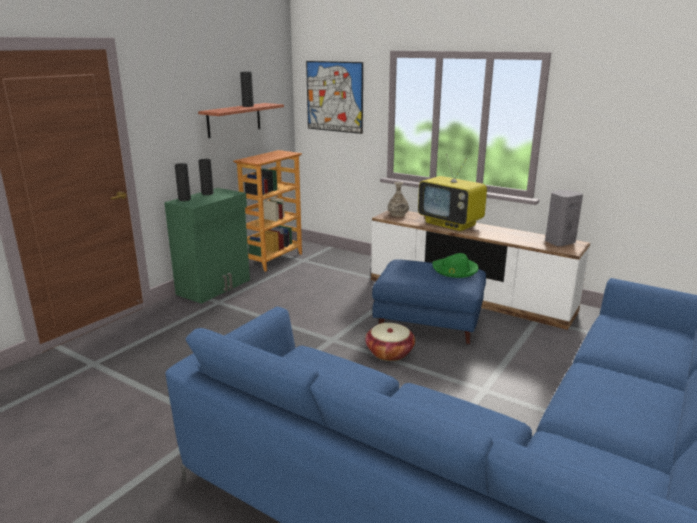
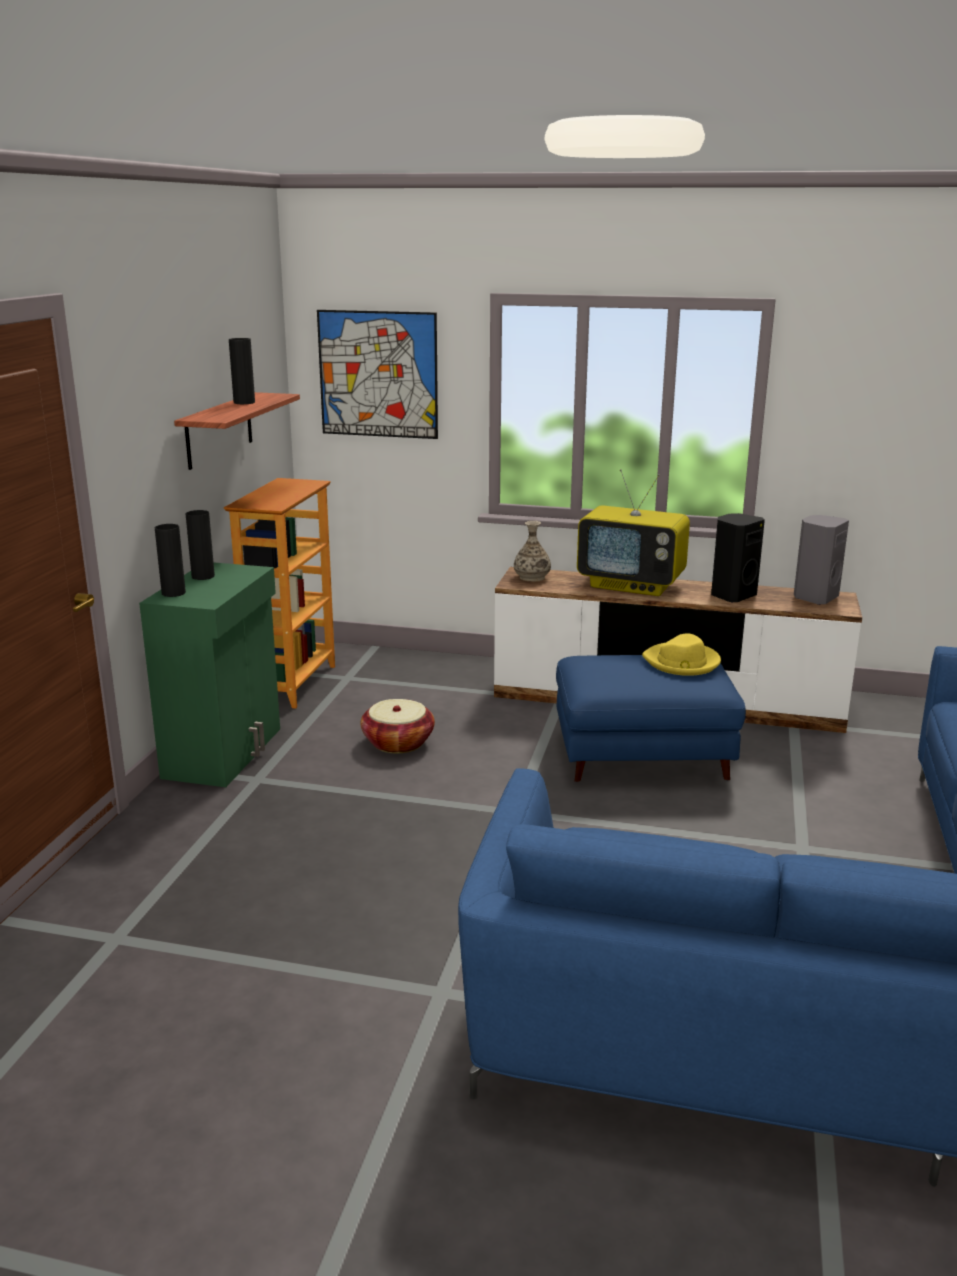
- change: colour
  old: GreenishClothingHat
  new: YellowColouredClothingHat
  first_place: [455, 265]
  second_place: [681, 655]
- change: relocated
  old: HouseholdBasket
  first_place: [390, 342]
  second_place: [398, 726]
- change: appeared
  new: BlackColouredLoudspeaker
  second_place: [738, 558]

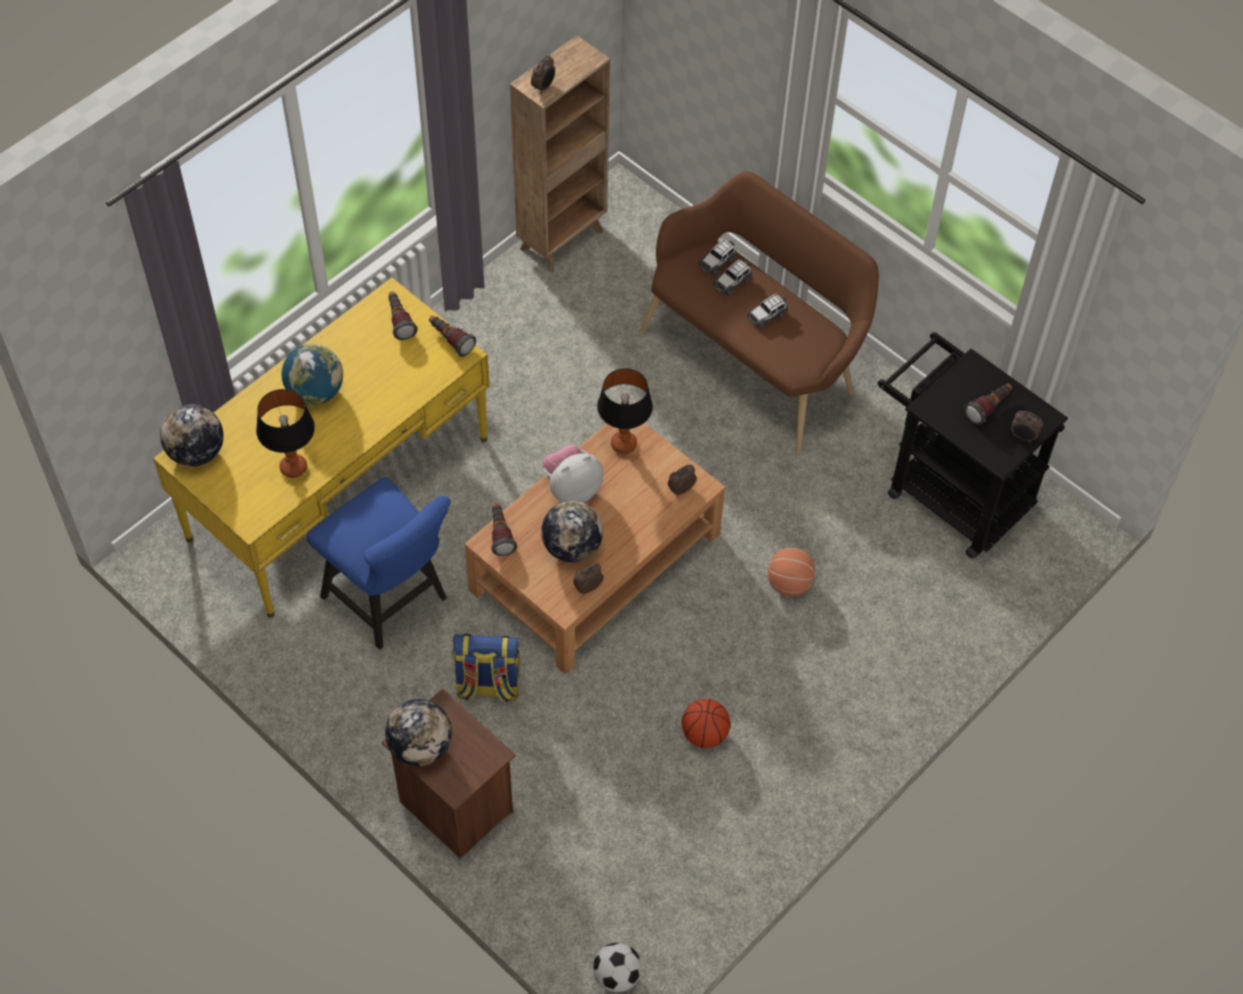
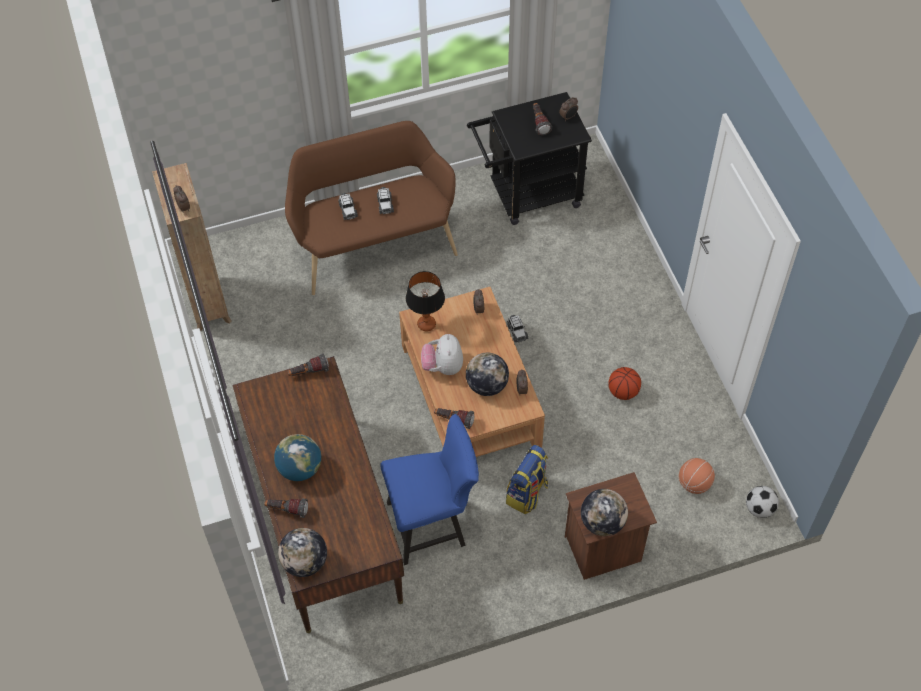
- change: relocated
  old: MiniatureCar
  first_place: [717, 257]
  second_place: [517, 328]
- change: colour
  old: YellowColouredDesk
  new: BrownishDesk
  first_place: [321, 447]
  second_place: [318, 494]
- change: relocated
  old: Flashlight
  first_place: [402, 315]
  second_place: [286, 508]
- change: missing
  old: TableLamp
  first_place: [285, 433]
- change: relocated
  old: Basketball
  first_place: [791, 572]
  second_place: [697, 476]

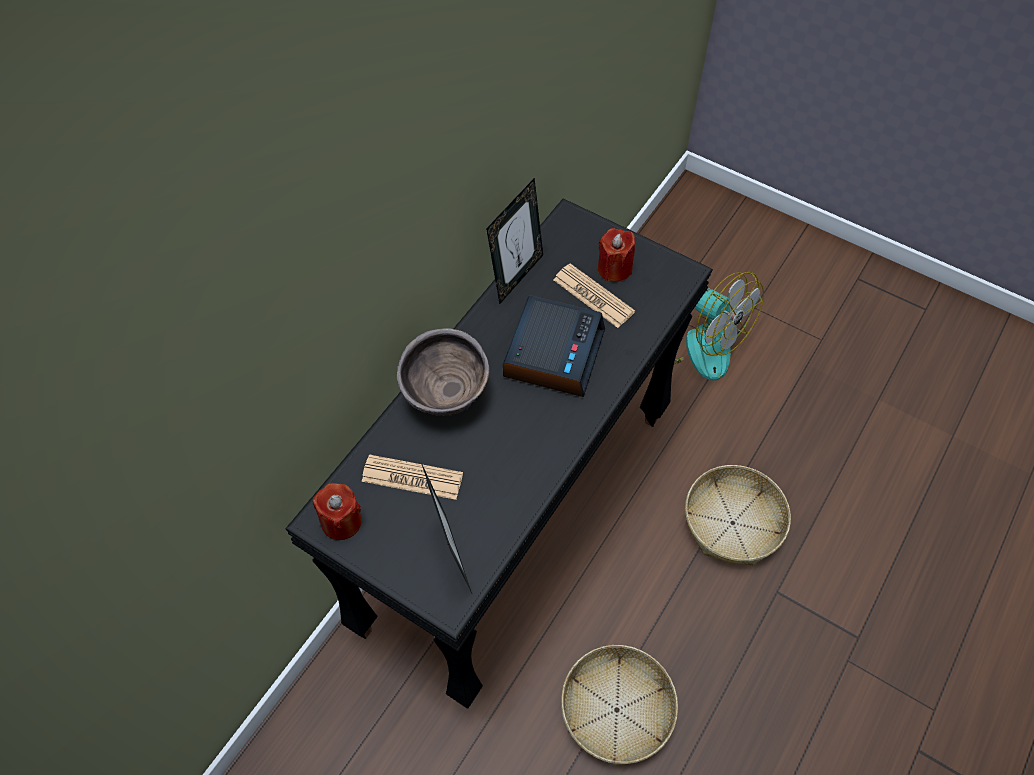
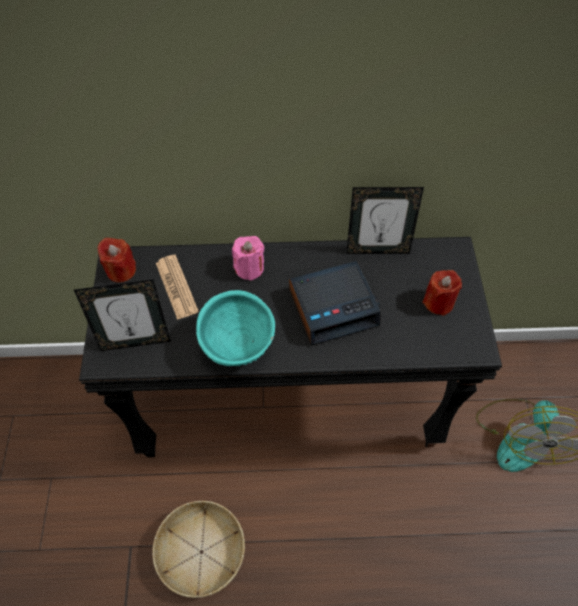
- change: missing
  old: DailyPaper
  first_place: [594, 295]
- change: exchanged
  old: BrownishDeepDish
  new: PinkishWaxCandle
  first_place: [443, 372]
  second_place: [248, 258]
- change: spun
  old: PictureFrame
  first_place: [446, 528]
  second_place: [122, 315]
  degrees: 45
- change: missing
  old: HouseholdBasket
  first_place: [738, 515]
- change: appeared
  new: TurquoiseColouredDeepDish
  second_place: [235, 328]

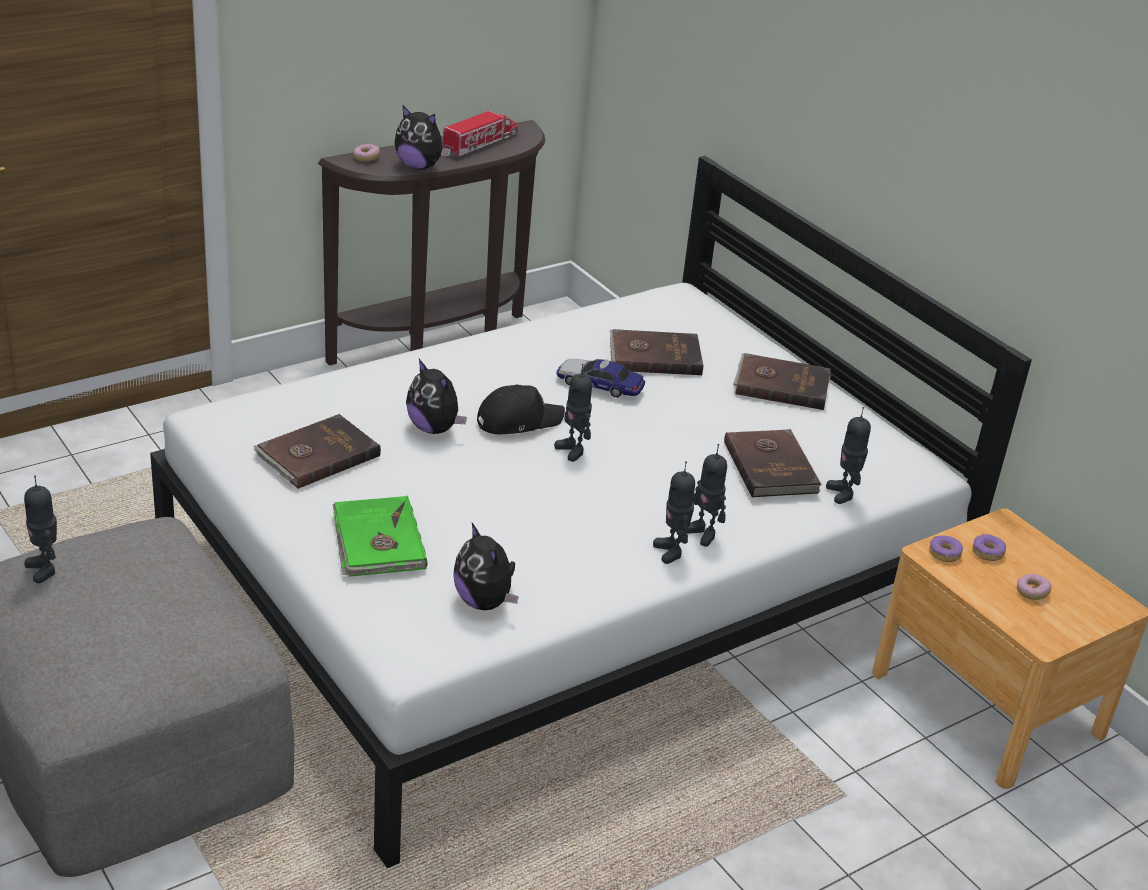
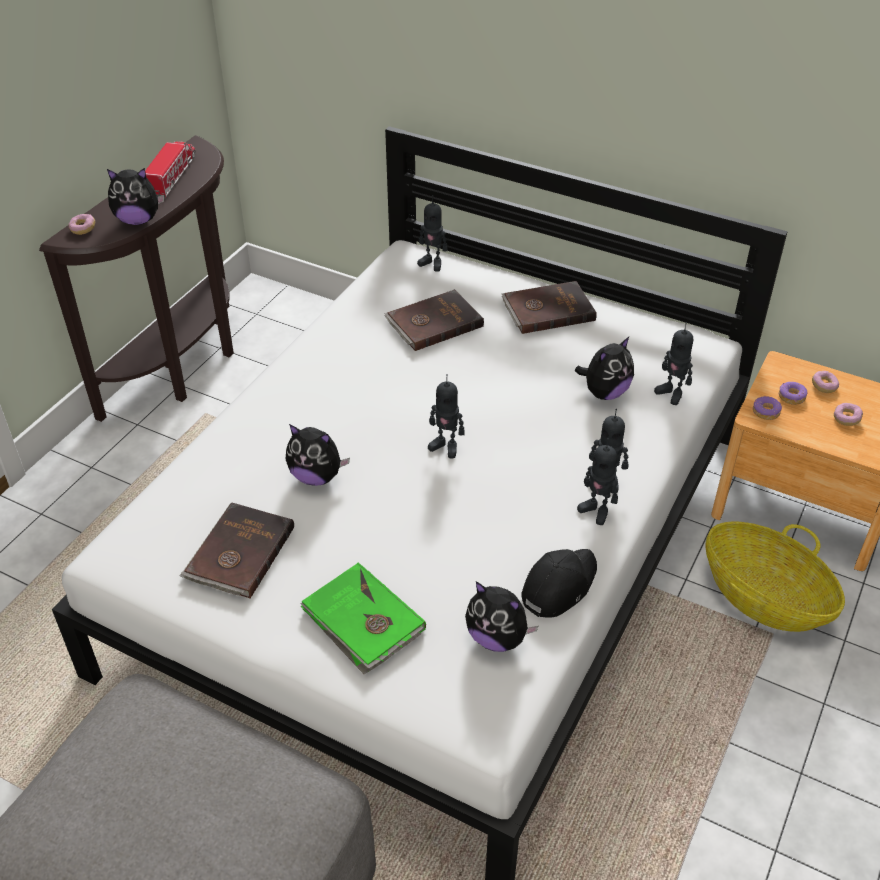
- change: missing
  old: MiniatureCar
  first_place: [600, 378]
- change: relocated
  old: BlackColouredPeakedCap
  first_place: [521, 409]
  second_place: [559, 583]
- change: exchanged
  old: BrownishBoundBook
  new: CuddlyToy
  first_place: [773, 463]
  second_place: [604, 368]
- change: relocated
  old: ToyRobot
  first_place: [40, 530]
  second_place: [432, 233]
- change: appeared
  new: Doughnut
  second_place: [825, 382]
- change: appeared
  new: HouseholdBasket
  second_place: [775, 577]

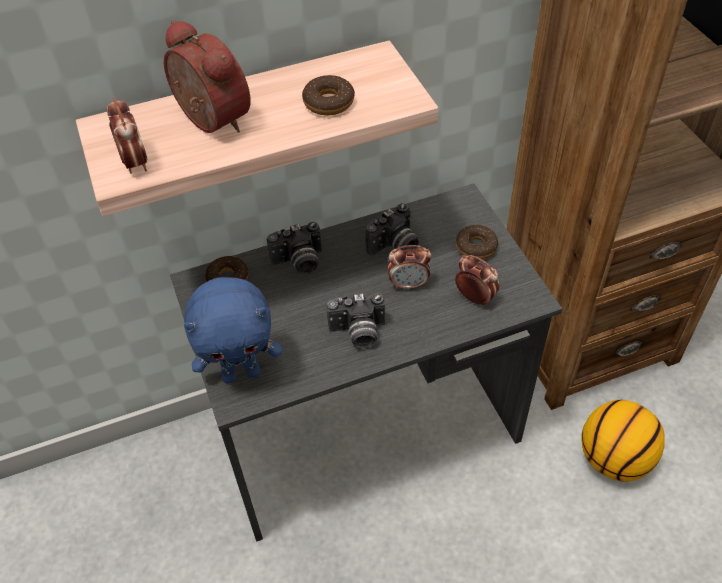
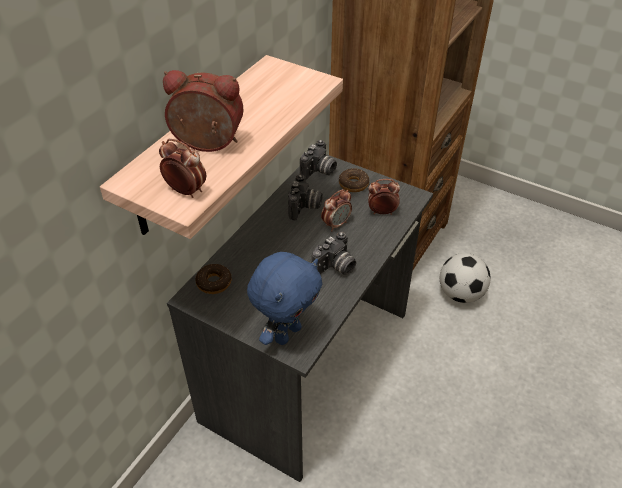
- change: missing
  old: Doughnut
  first_place: [328, 95]
- change: relocated
  old: StillCamera
  first_place: [294, 248]
  second_place: [318, 160]
- change: exchanged
  old: Basketball
  new: FootballBall
  first_place: [623, 441]
  second_place: [465, 278]

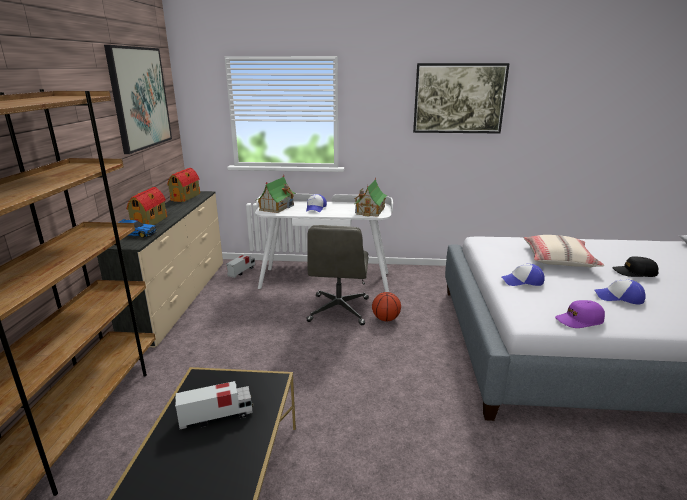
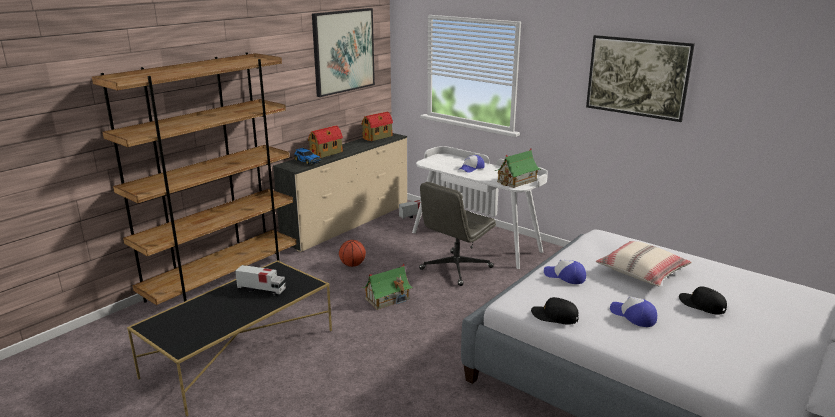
- change: relocated
  old: ModelHouse
  first_place: [276, 194]
  second_place: [387, 287]
- change: relocated
  old: Basketball
  first_place: [386, 306]
  second_place: [352, 253]
- change: colour
  old: PurpleColouredPeakedCap
  new: BlackColouredPeakedCap
  first_place: [580, 314]
  second_place: [555, 311]

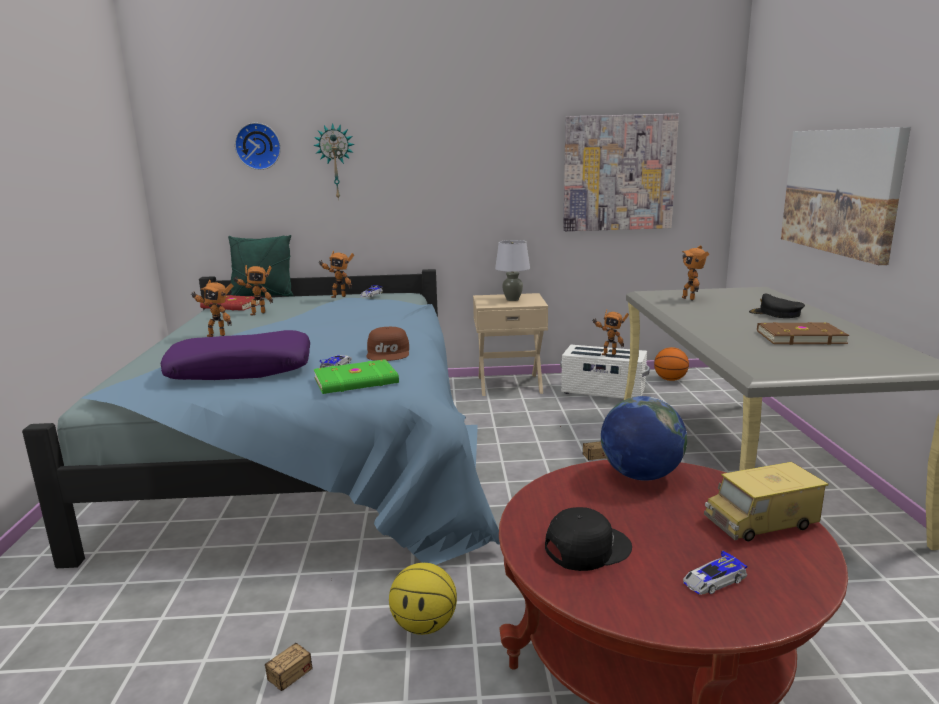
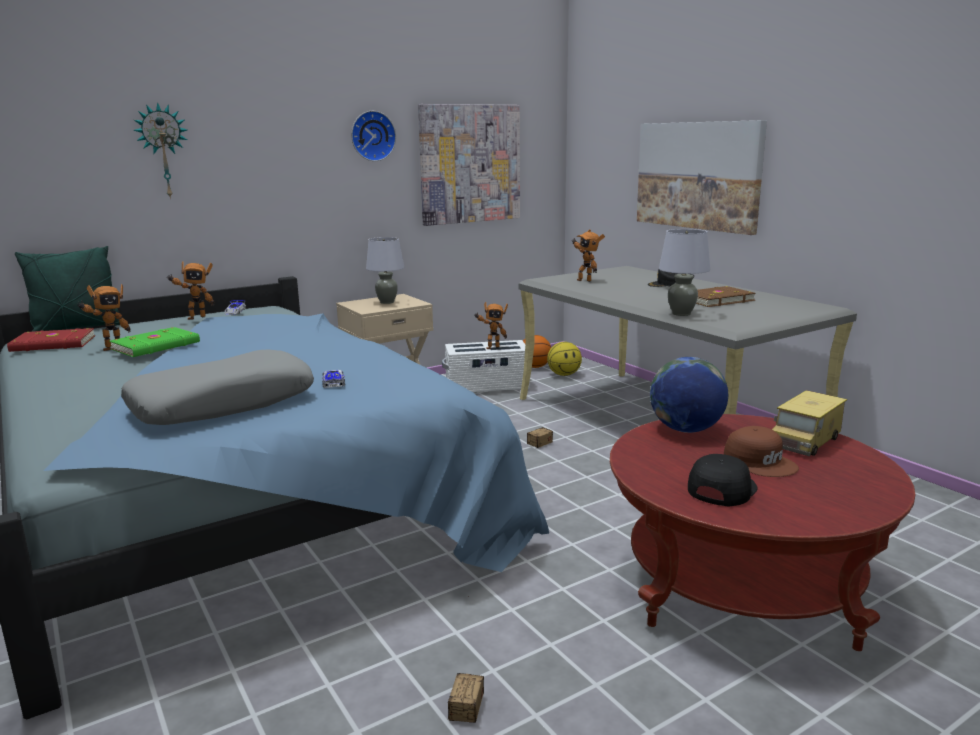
- change: relocated
  old: HangingClock
  first_place: [258, 146]
  second_place: [373, 136]
- change: missing
  old: ToyRobot
  first_place: [212, 308]
- change: relocated
  old: BrownishPeakedCap
  first_place: [387, 344]
  second_place: [761, 451]
- change: colour
  old: PurpleColouredThrowPillow
  new: GrayThrowPillow
  first_place: [235, 355]
  second_place: [217, 387]
- change: relocated
  old: GreenishBoundBook
  first_place: [356, 376]
  second_place: [154, 342]
- change: missing
  old: MiniatureCar
  first_place: [715, 572]
- change: relocated
  old: Basketball
  first_place: [423, 599]
  second_place: [564, 359]
- change: appeared
  new: GrayTableLamp
  second_place: [684, 272]

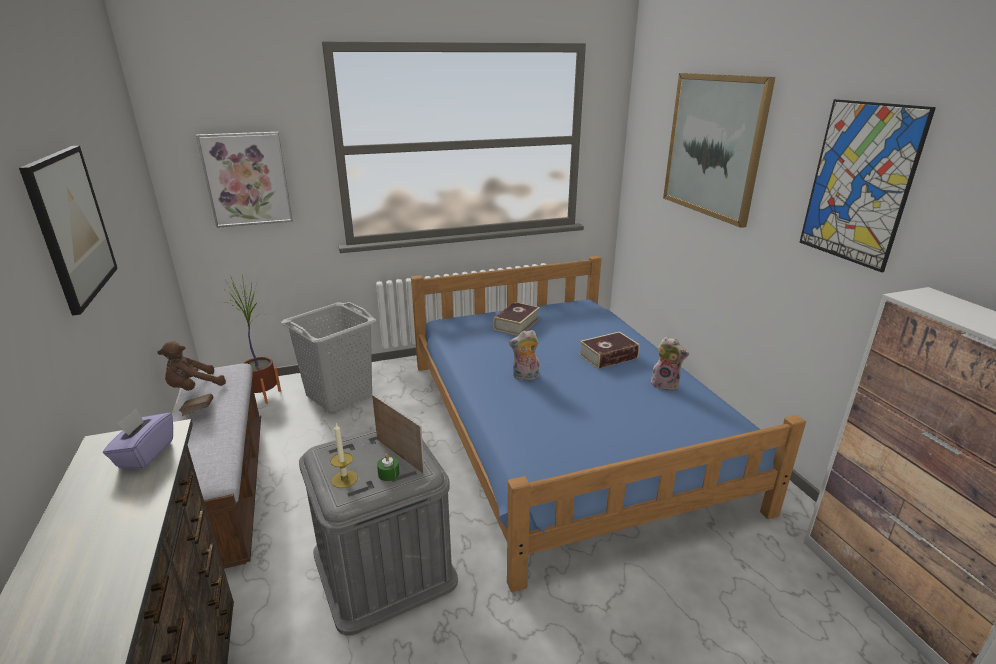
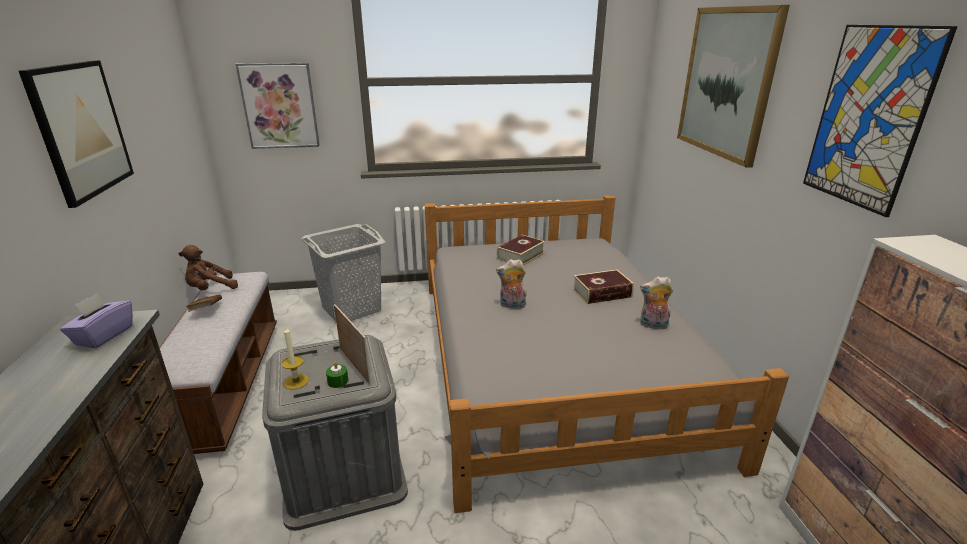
- change: colour
  old: BluishBed
  new: GrayBed
  first_place: [608, 424]
  second_place: [607, 354]
- change: missing
  old: Houseplant
  first_place: [251, 339]
- change: spun
  old: CuddlyToy
  first_place: [670, 363]
  second_place: [656, 303]
  degrees: 150

